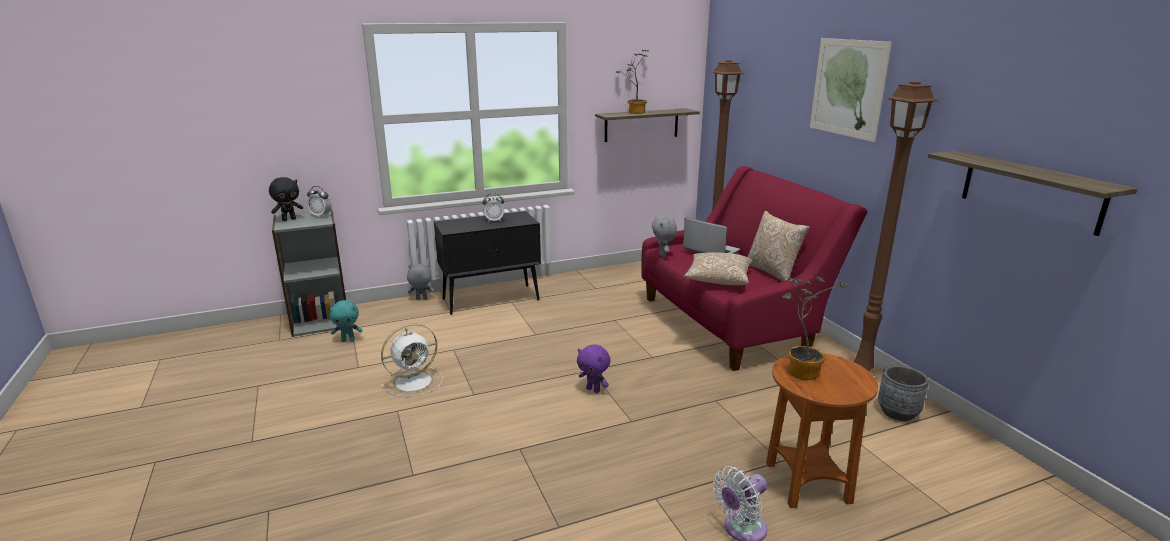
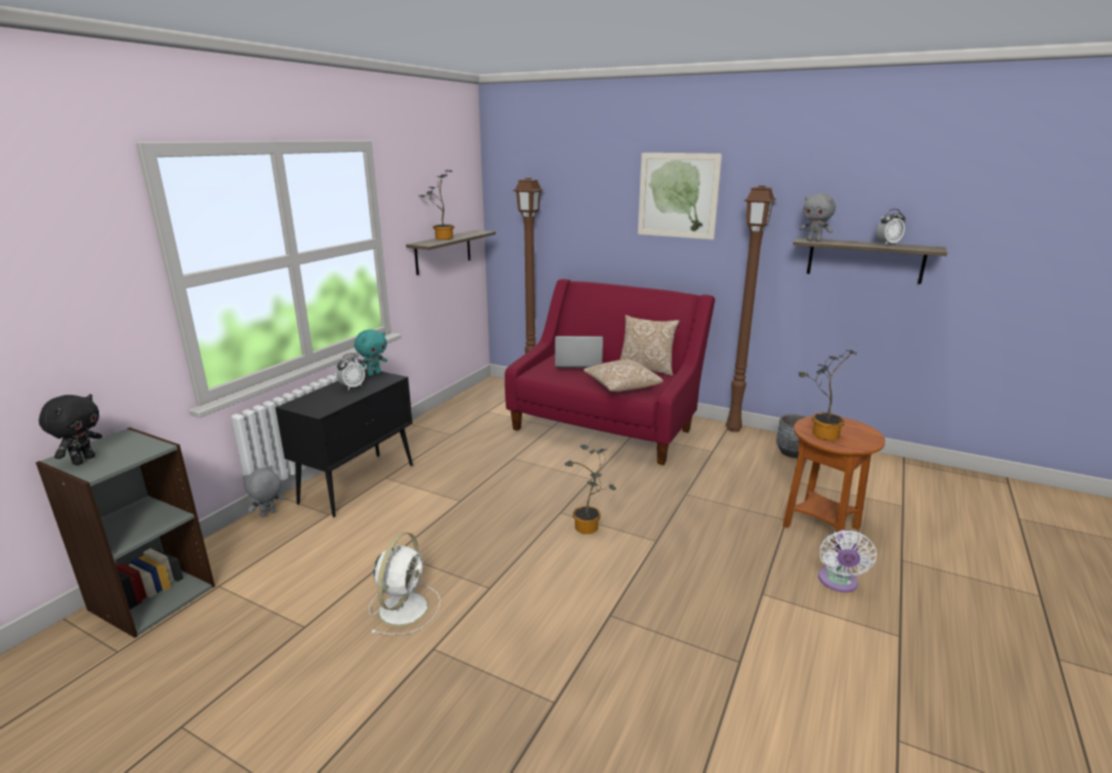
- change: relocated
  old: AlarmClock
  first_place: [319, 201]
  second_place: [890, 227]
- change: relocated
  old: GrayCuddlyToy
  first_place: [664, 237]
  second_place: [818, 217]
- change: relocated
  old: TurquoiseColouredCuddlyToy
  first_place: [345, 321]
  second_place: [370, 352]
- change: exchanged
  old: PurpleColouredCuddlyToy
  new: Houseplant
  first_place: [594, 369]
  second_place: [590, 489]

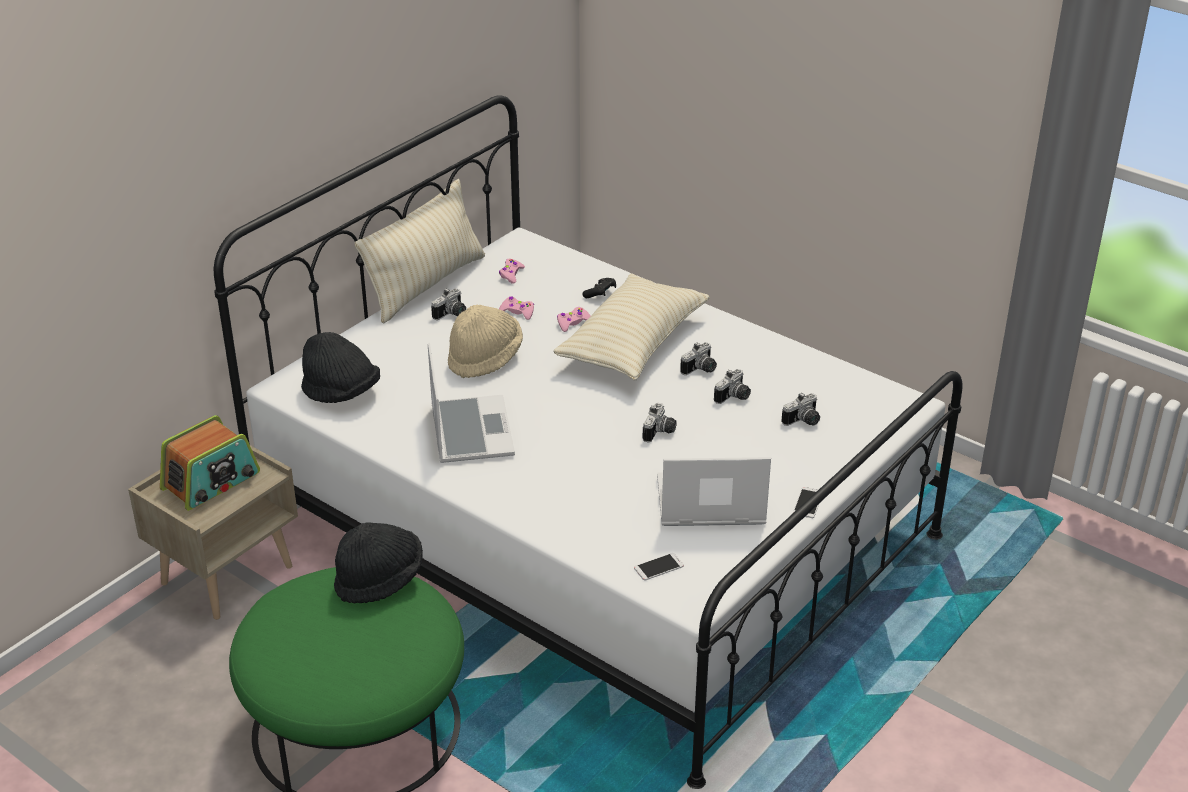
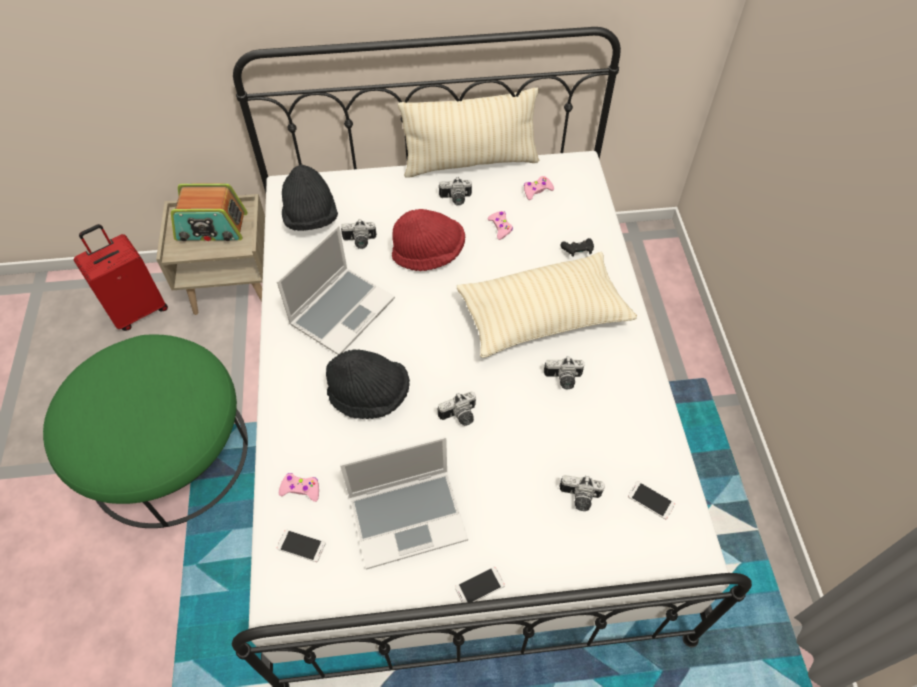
- change: colour
  old: BeigeClothingHat
  new: ReddishClothingHat
  first_place: [485, 341]
  second_place: [428, 240]
- change: relocated
  old: PinkishGameController
  first_place: [574, 319]
  second_place: [299, 487]
- change: relocated
  old: StillCamera
  first_place: [732, 386]
  second_place: [359, 234]
- change: spun
  old: NotebookComputer
  first_place: [714, 491]
  second_place: [404, 503]
  degrees: 120
- change: relocated
  old: BlackColouredClothingHat
  first_place: [378, 563]
  second_place: [368, 384]
- change: appeared
  new: ReddishSuitcase
  second_place: [121, 277]
- change: appeared
  new: Handset
  second_place: [651, 500]

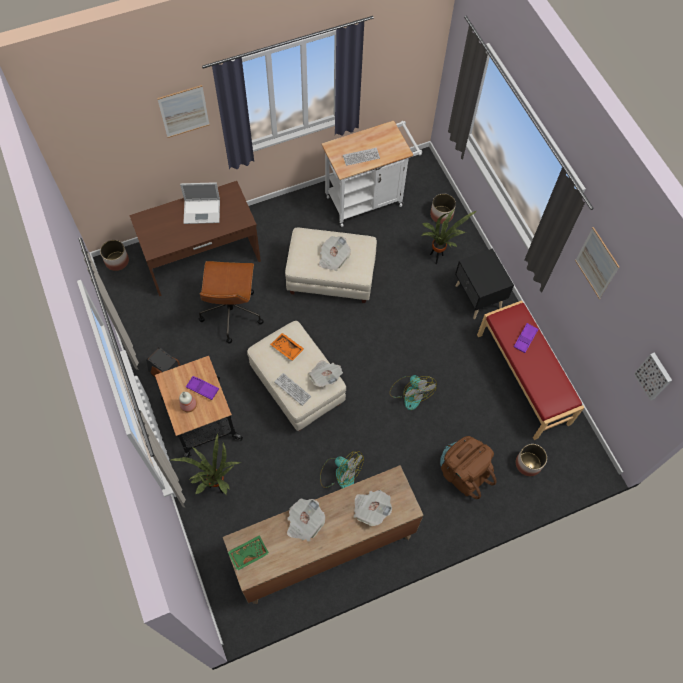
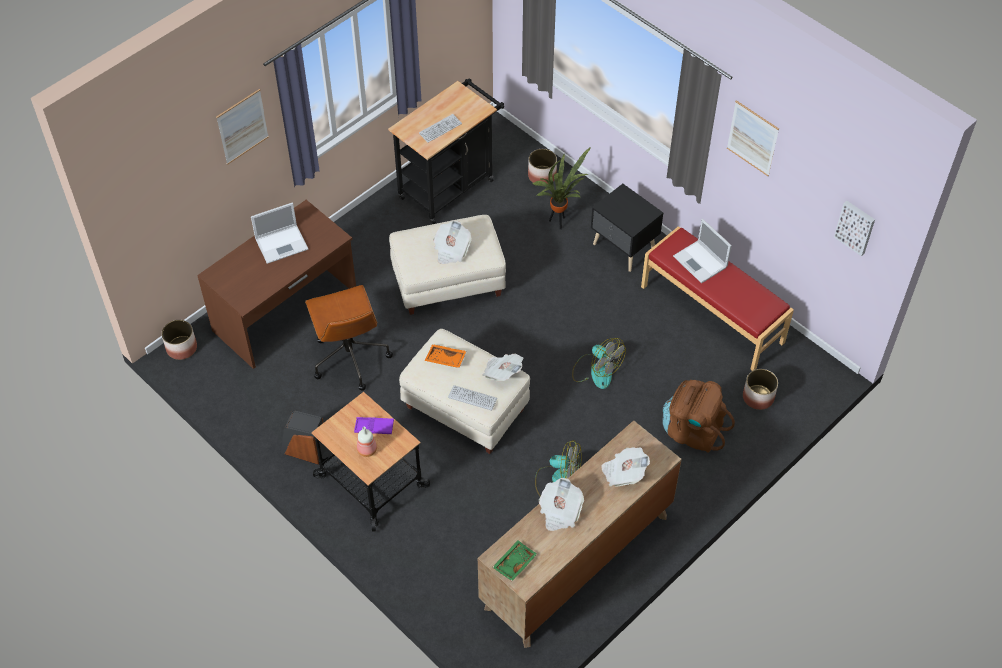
- change: colour
  old: WhiteCart
  new: BlackColouredCart
  first_place: [371, 174]
  second_place: [446, 151]
- change: exchanged
  old: PurpleColouredServingTray
  new: NotebookComputer
  first_place: [526, 338]
  second_place: [702, 251]
- change: missing
  old: Houseplant
  first_place: [206, 463]

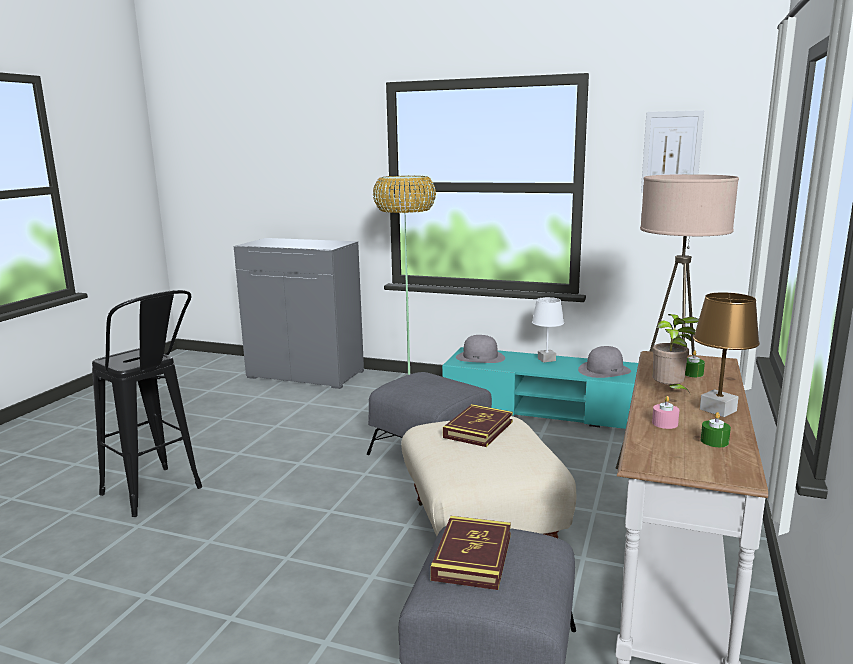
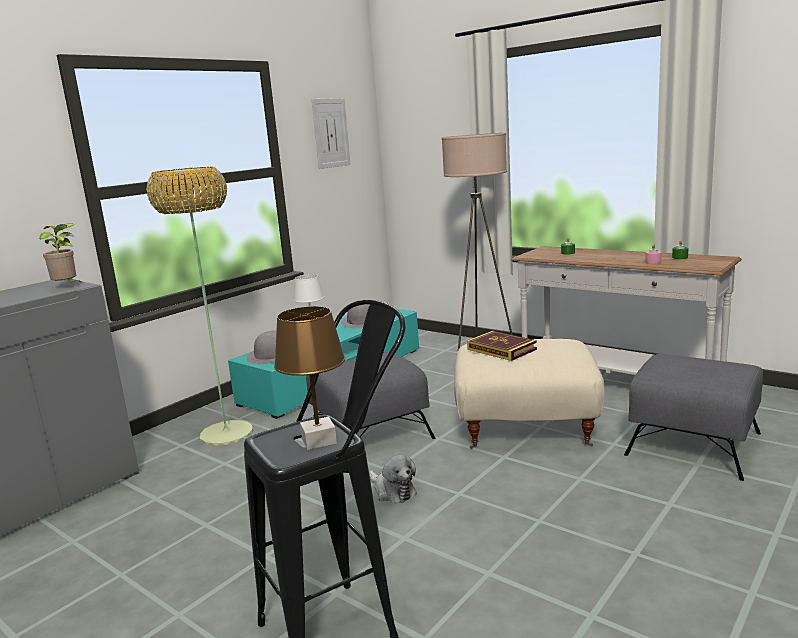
- change: relocated
  old: BrownishTableLamp
  first_place: [726, 355]
  second_place: [309, 378]
- change: relocated
  old: Houseplant
  first_place: [675, 354]
  second_place: [60, 252]
- change: missing
  old: BoundBook
  first_place: [471, 553]
- change: appeared
  new: CuddlyToy
  second_place: [393, 478]

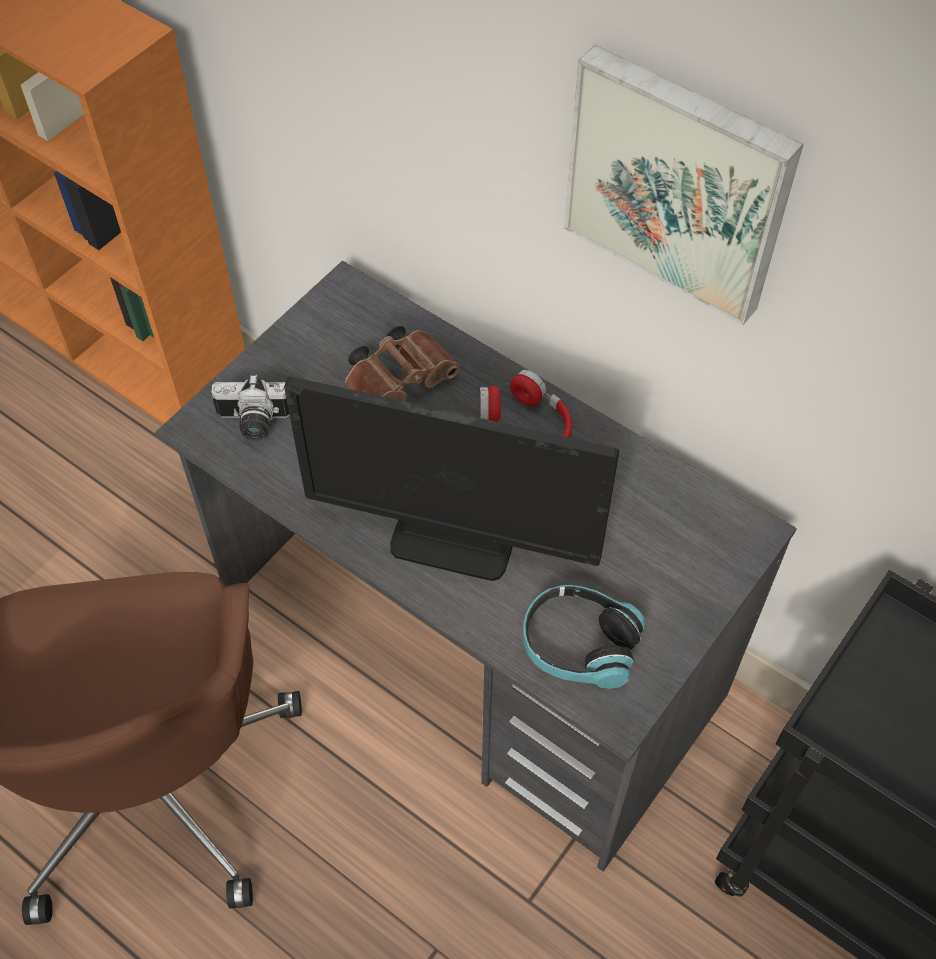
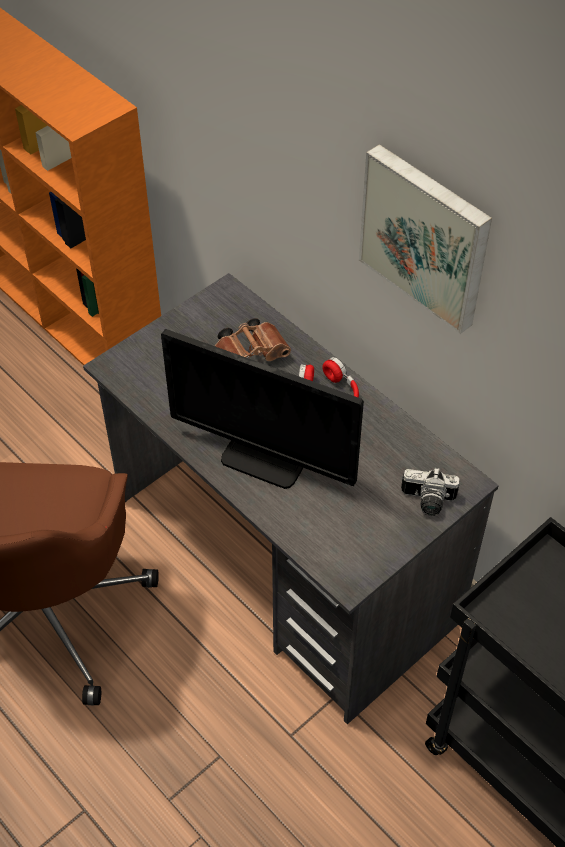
- change: relocated
  old: StillCamera
  first_place: [250, 408]
  second_place: [430, 491]
- change: missing
  old: PairOfHeadphones
  first_place: [584, 637]

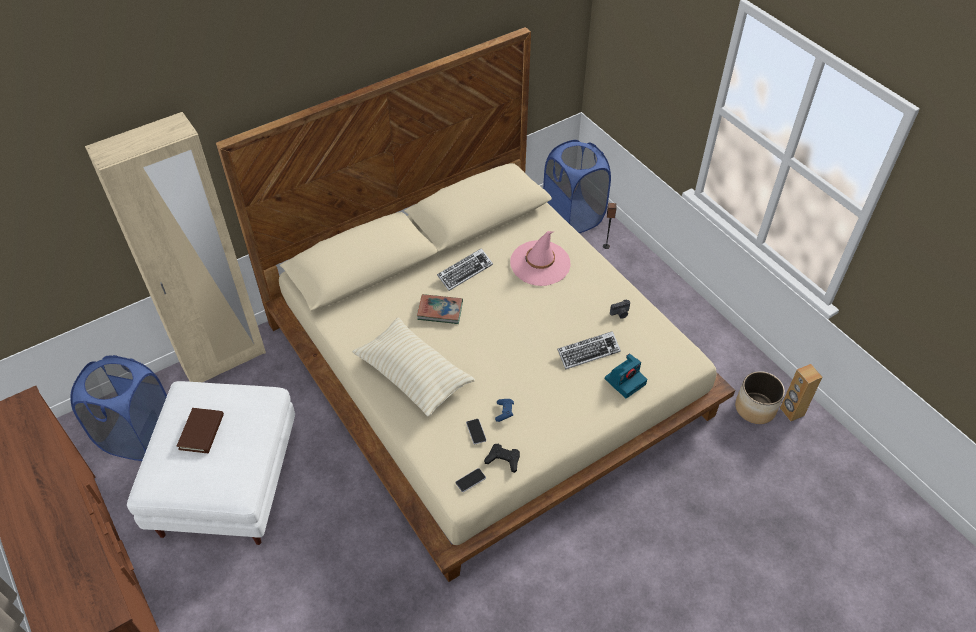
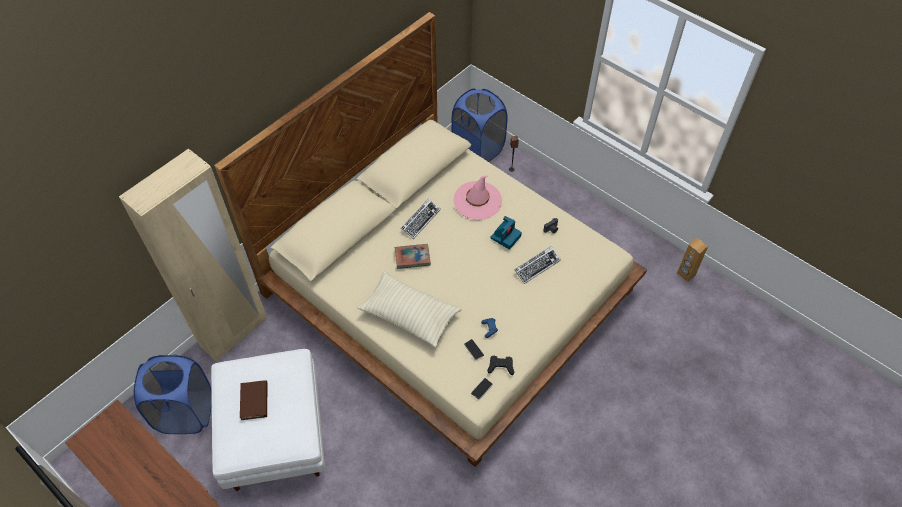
- change: relocated
  old: StillCamera
  first_place: [626, 376]
  second_place: [506, 233]
- change: missing
  old: Planter
  first_place: [760, 397]

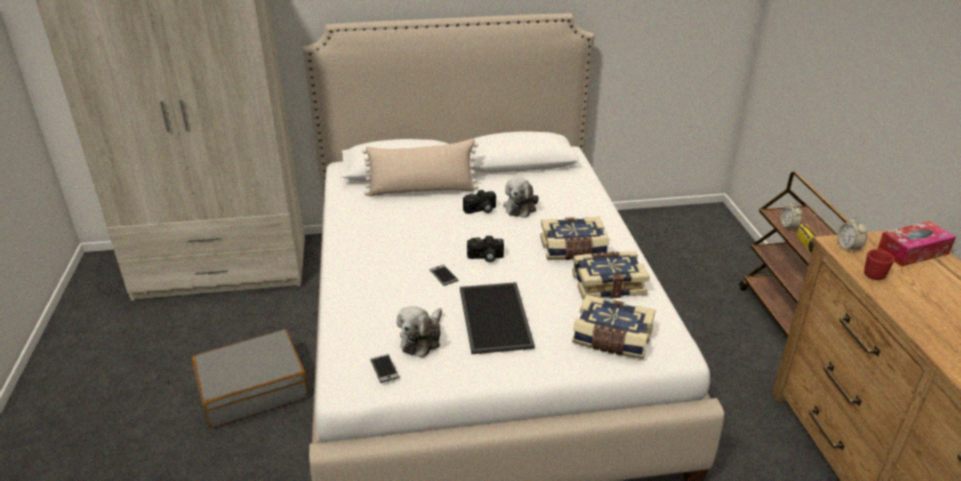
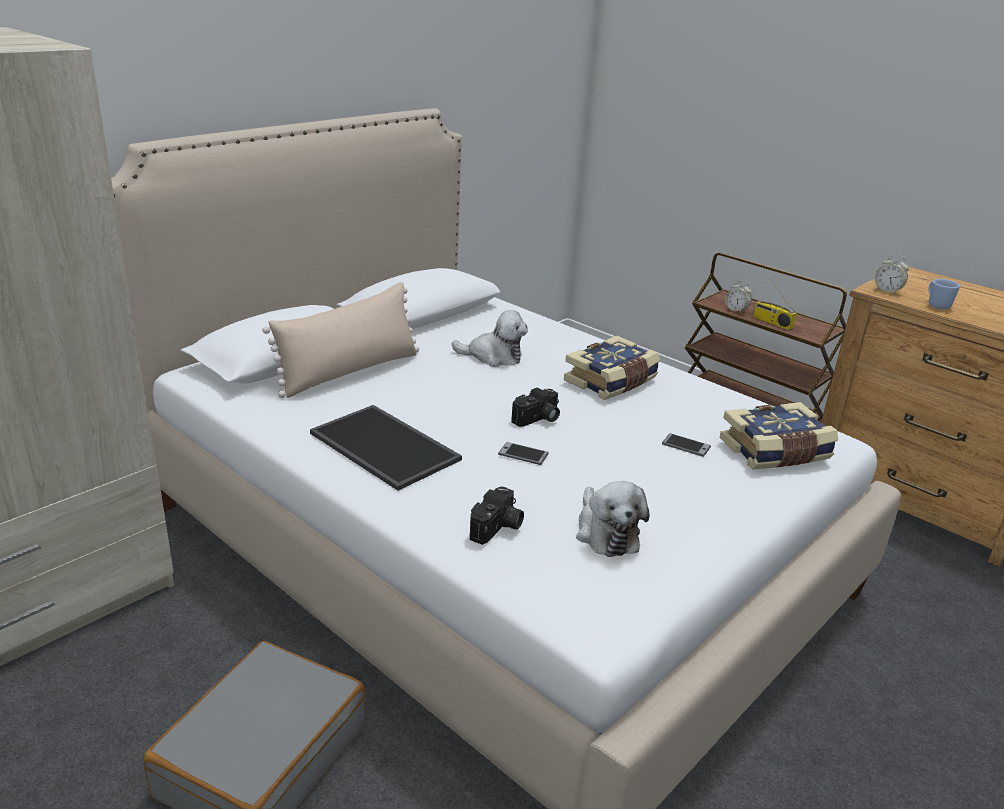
- change: spun
  old: CuddlyToy
  first_place: [521, 198]
  second_place: [490, 338]
  degrees: -60
- change: relocated
  old: StillCamera
  first_place: [479, 202]
  second_place: [497, 515]
- change: missing
  old: TissueBox
  first_place: [916, 244]
- change: colour
  old: ReddishTeaMug
  new: BluishTeaMug
  first_place: [879, 264]
  second_place: [944, 294]
- change: missing
  old: BoundBook
  first_place: [611, 275]
- change: relocated
  old: ServingTray
  first_place: [497, 318]
  second_place: [386, 448]
- change: relocated
  old: Handset
  first_place: [384, 368]
  second_place: [686, 445]

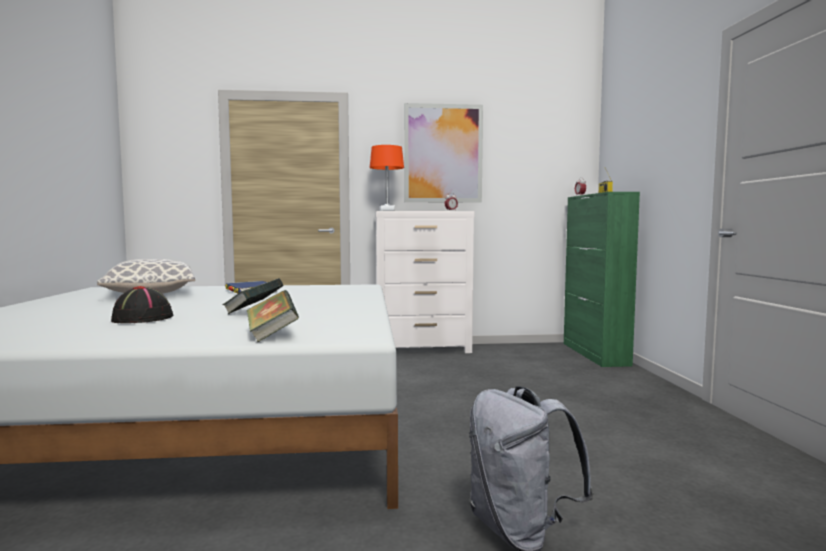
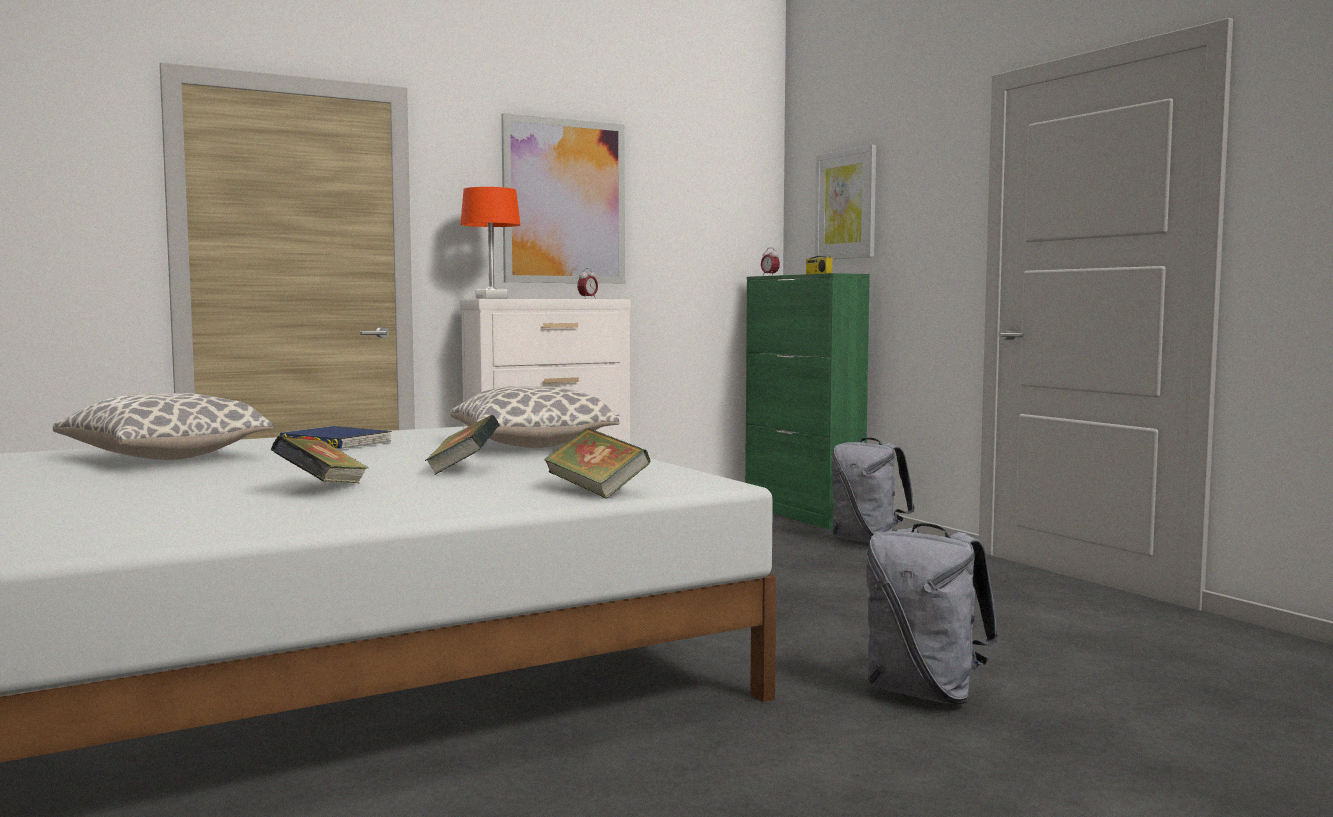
- change: exchanged
  old: BlackColouredClothingHat
  new: BoundBook
  first_place: [142, 304]
  second_place: [320, 459]
- change: appeared
  new: WallArt
  second_place: [845, 202]
- change: appeared
  new: ThrowPillow
  second_place: [534, 417]
- change: appeared
  new: GrayBackpack
  second_place: [873, 490]

